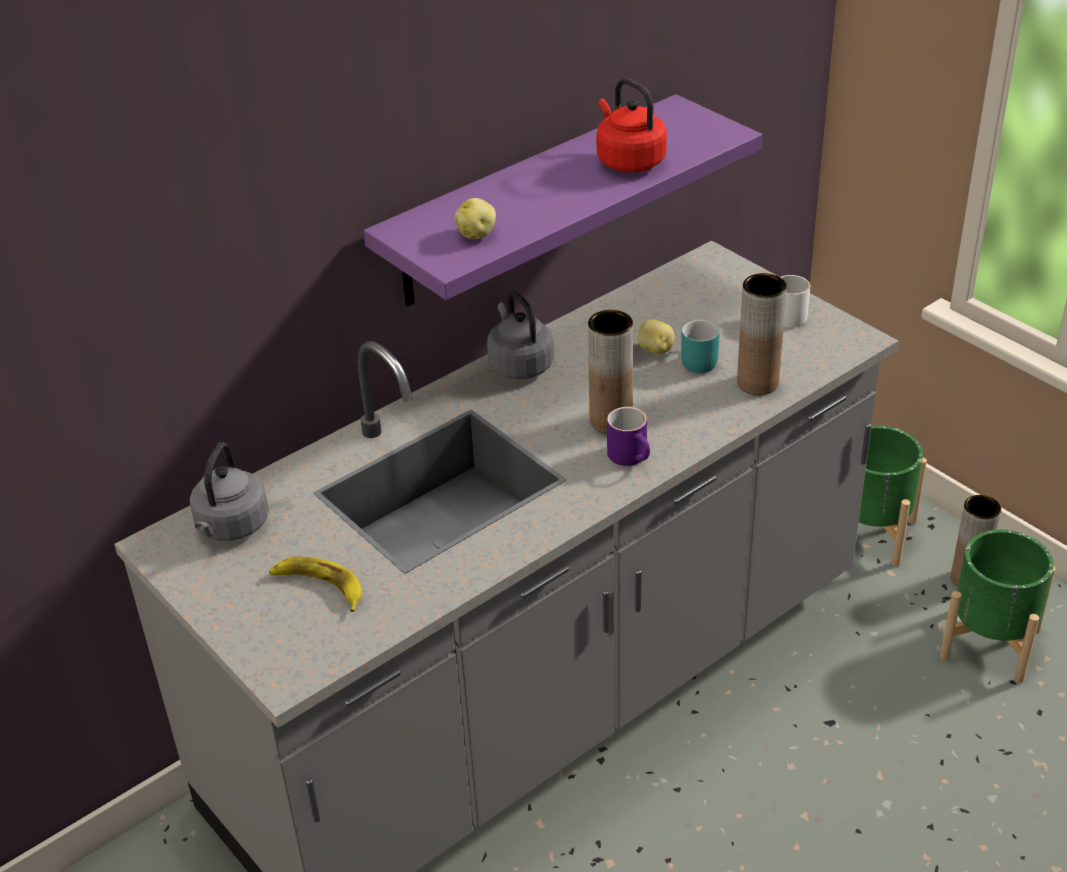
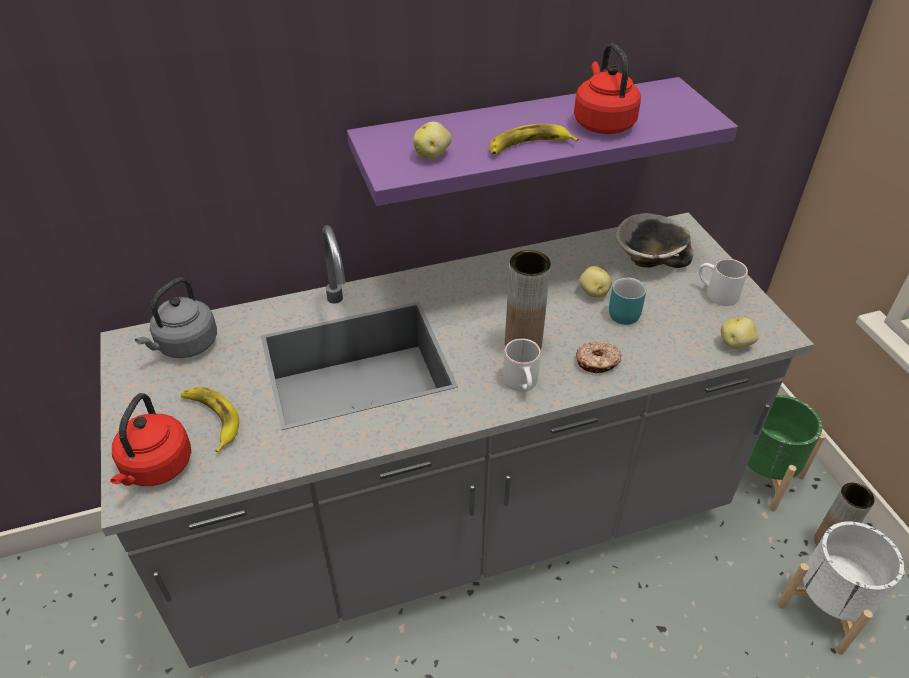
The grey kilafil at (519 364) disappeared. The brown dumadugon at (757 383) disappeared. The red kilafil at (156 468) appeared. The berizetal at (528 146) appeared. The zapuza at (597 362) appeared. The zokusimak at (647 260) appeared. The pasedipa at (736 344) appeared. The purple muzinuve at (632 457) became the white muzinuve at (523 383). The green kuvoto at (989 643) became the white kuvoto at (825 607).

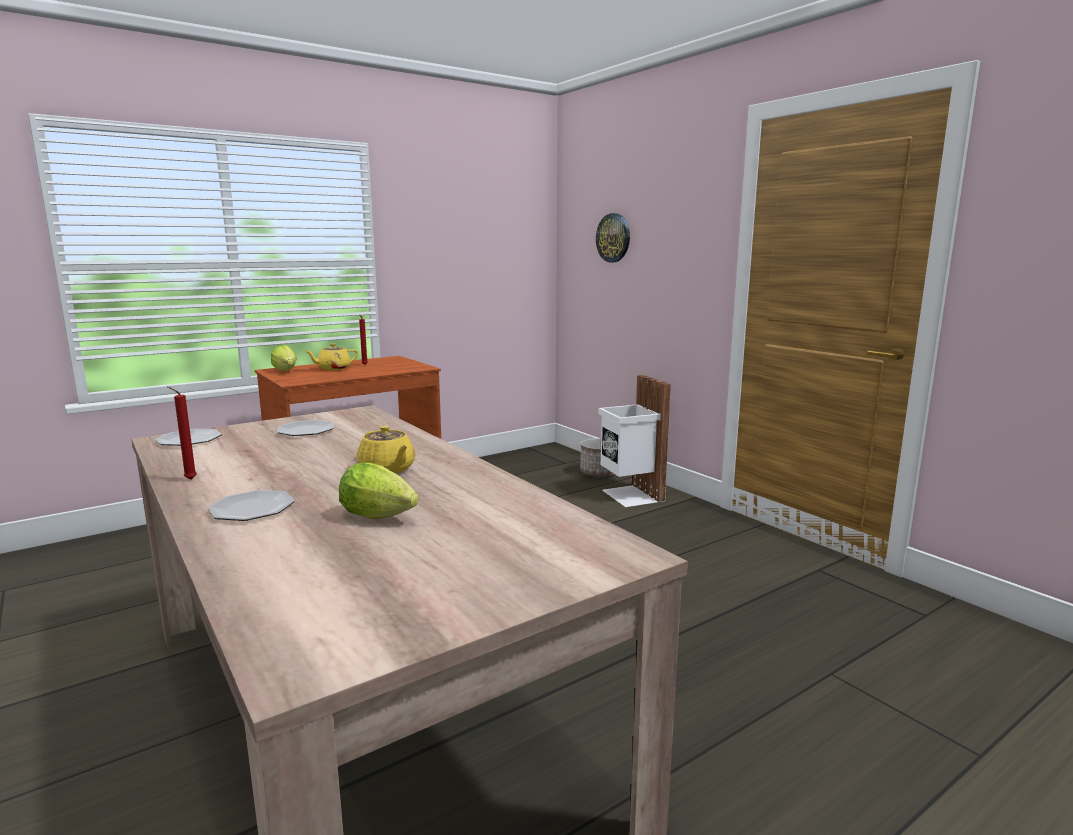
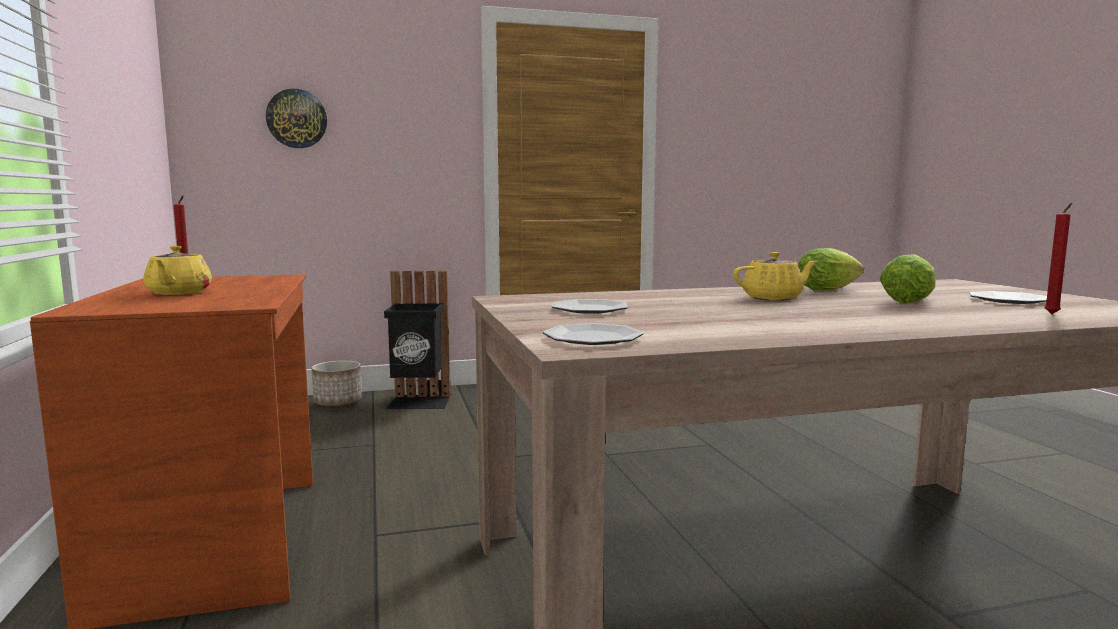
The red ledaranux moved from (188 479) to (1052 314). The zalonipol moved from (253 508) to (1008 300). The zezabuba moved from (286 371) to (830 290). The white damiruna at (630 496) became the black damiruna at (419 402).

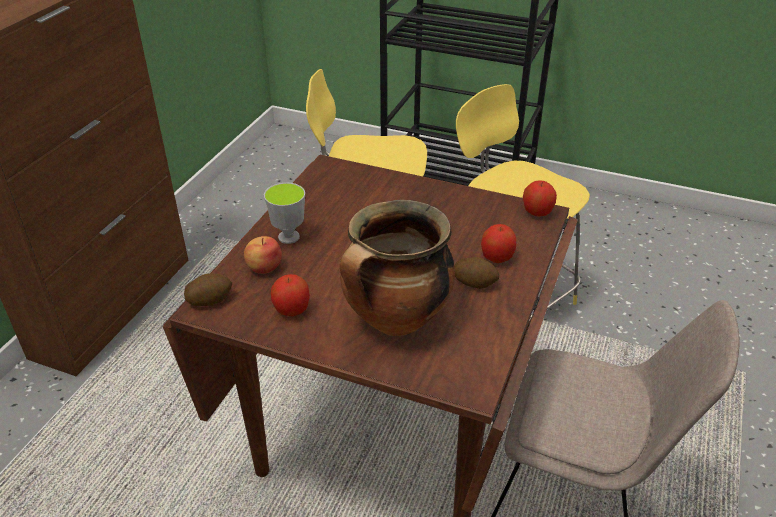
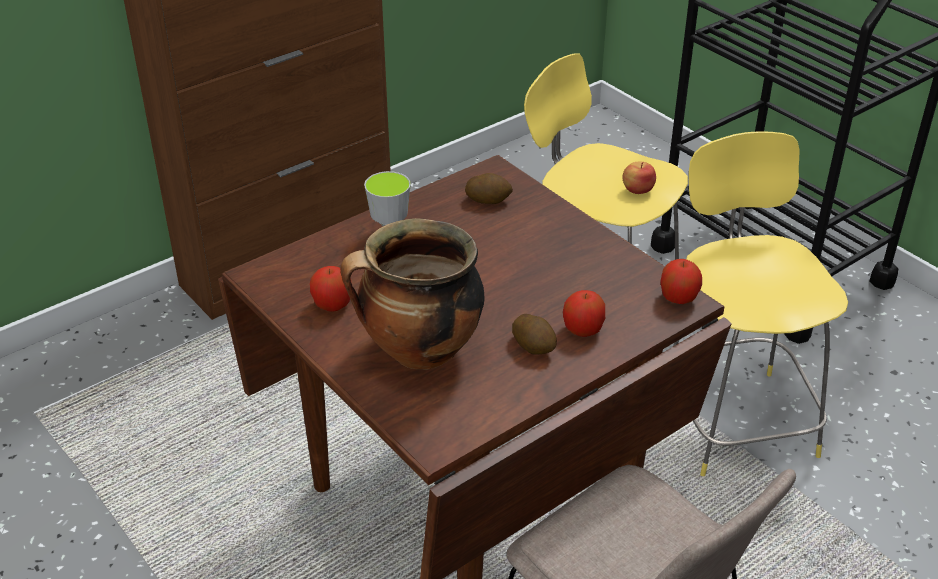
The pasedipa moved from (210 299) to (488 200). The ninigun moved from (264 267) to (637 189).

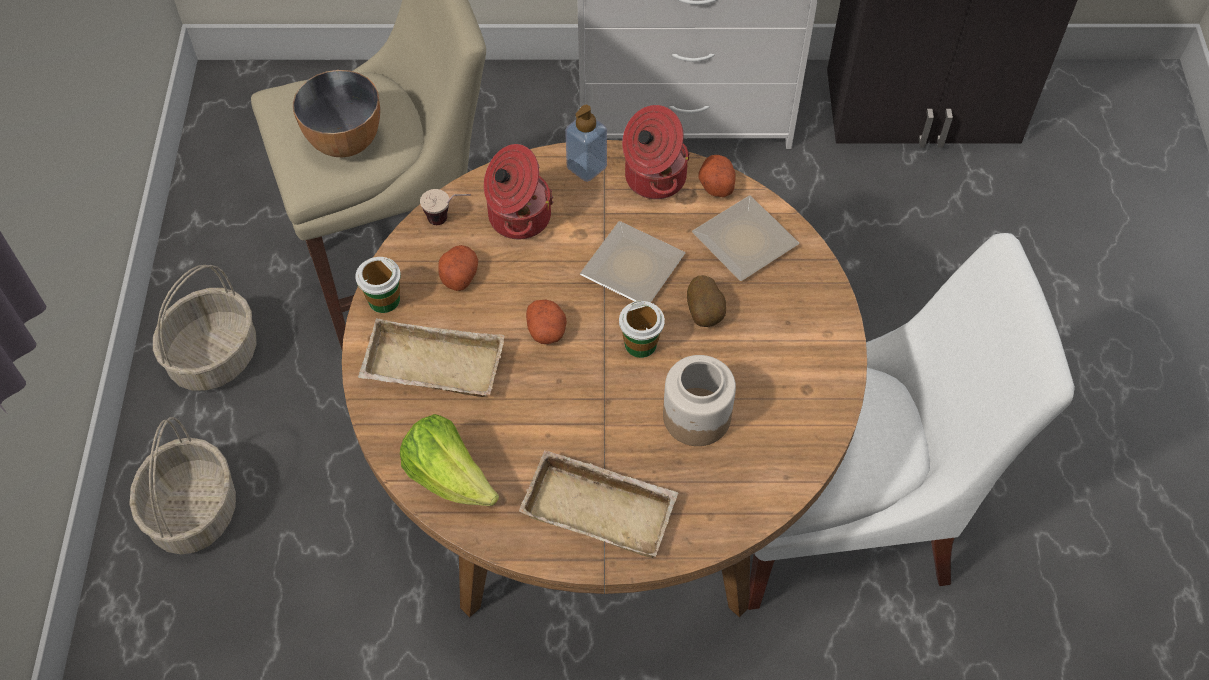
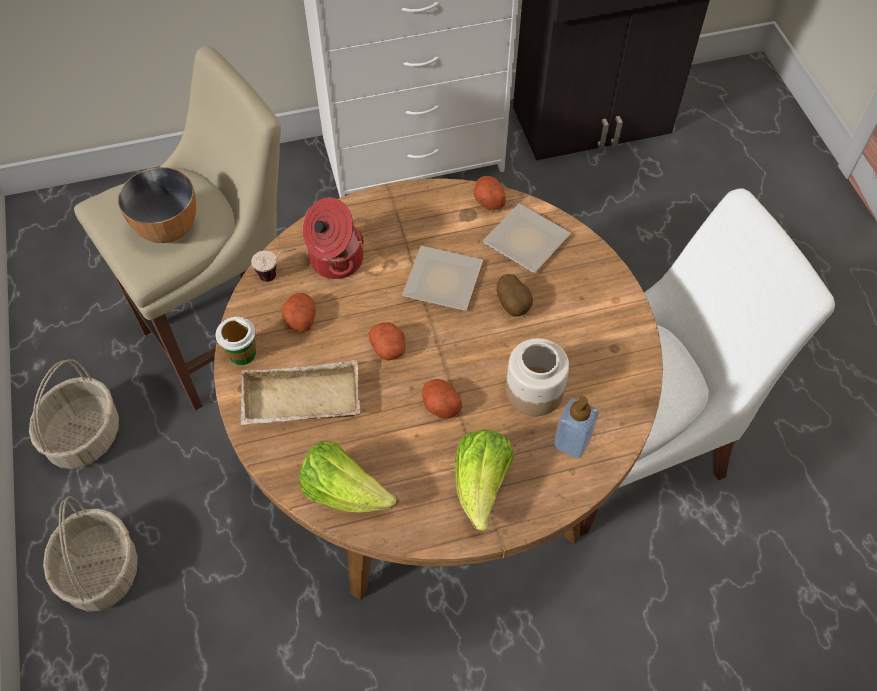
The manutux at (640 344) disappeared. The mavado at (653 178) disappeared. The pasedipa at (440 405) appeared. The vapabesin moved from (586 167) to (572 442). The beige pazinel at (602 507) was replaced by the zezabuba at (481 485).

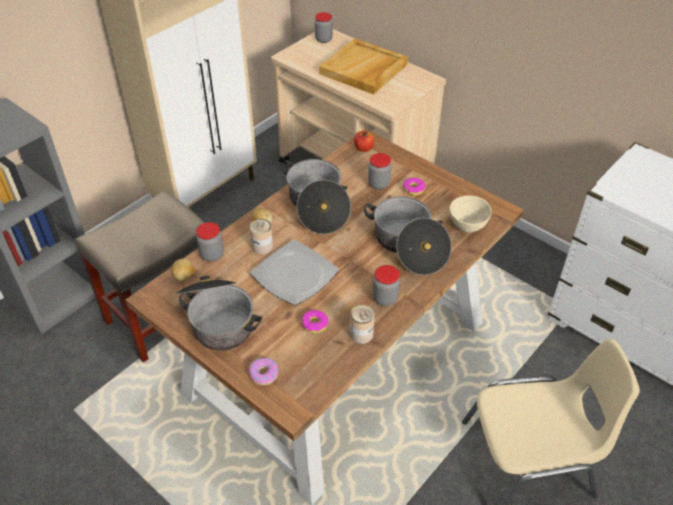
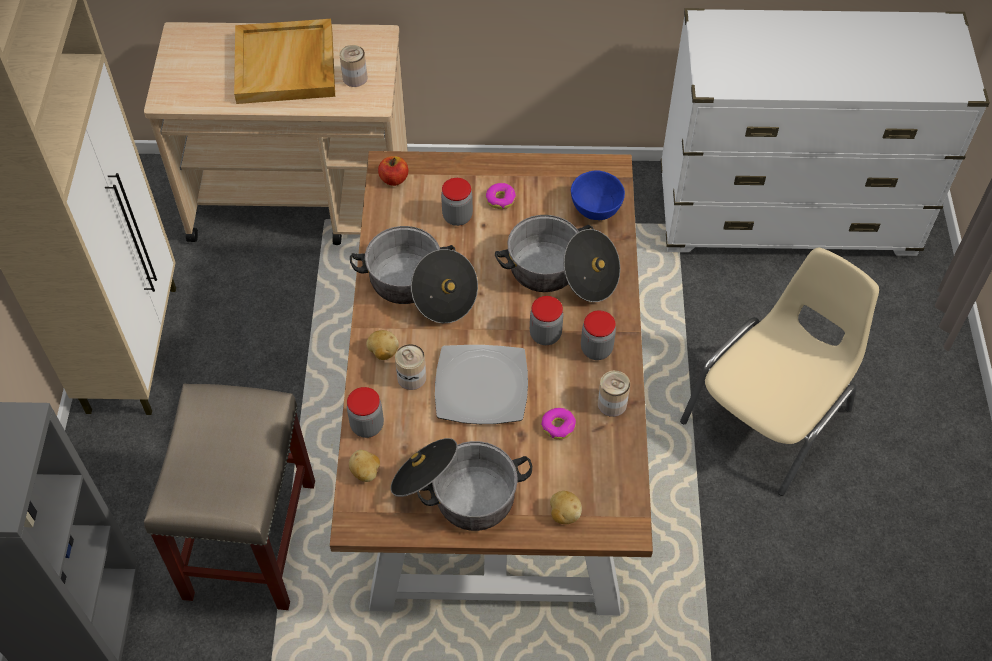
The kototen at (355 78) appeared. The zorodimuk moved from (323 39) to (545 334). The zapuza at (264 374) was replaced by the pasedipa at (564 514). The beige zokusimak at (467 225) became the blue zokusimak at (595 209).

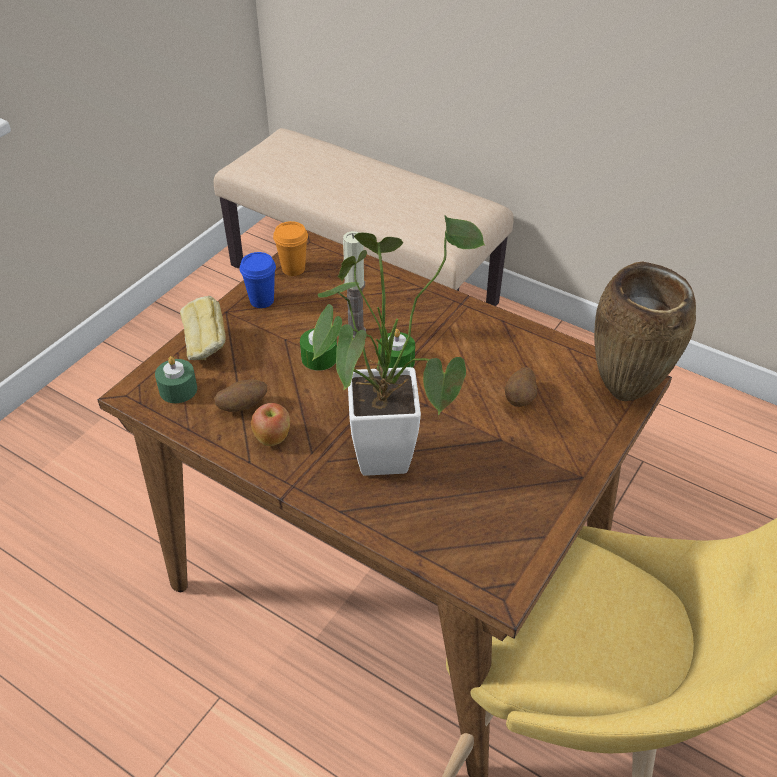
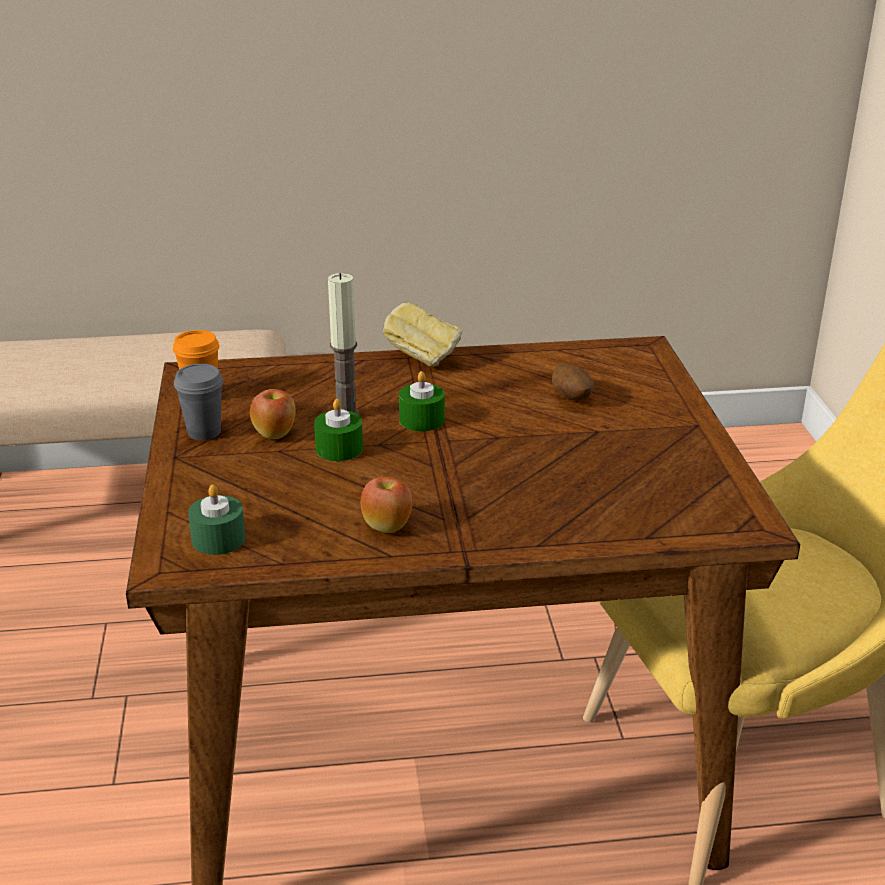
The pasedipa at (243 406) disappeared. The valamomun at (383 446) disappeared. The brown dumadugon at (626 394) disappeared. The ninigun at (275 434) appeared. The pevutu moved from (206 347) to (422 358). The blue manutux at (261 300) became the grey manutux at (204 432).

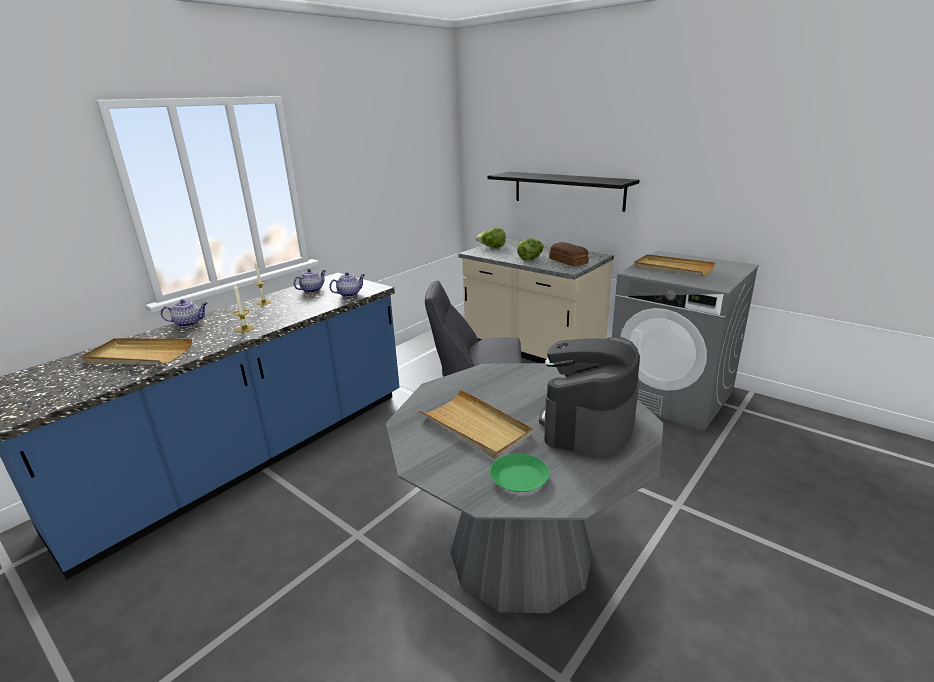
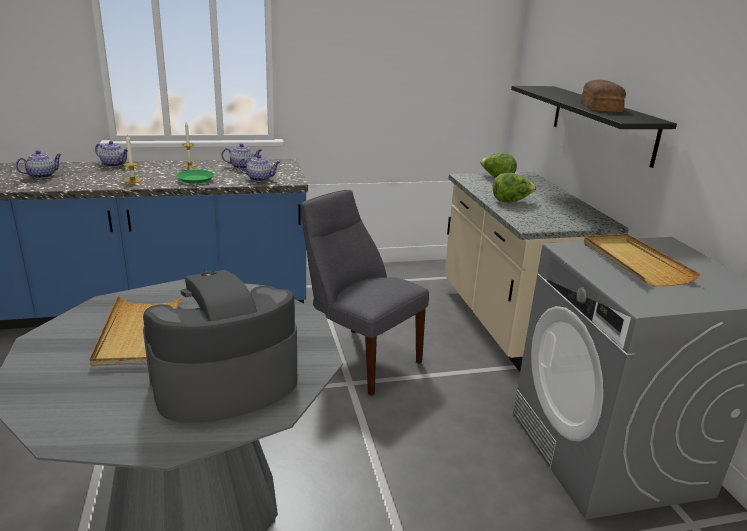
The green zalonipol moved from (519 478) to (195 179). The pevutu moved from (568 261) to (601 106). The beige pazinel at (138 355) was replaced by the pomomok at (42 176).

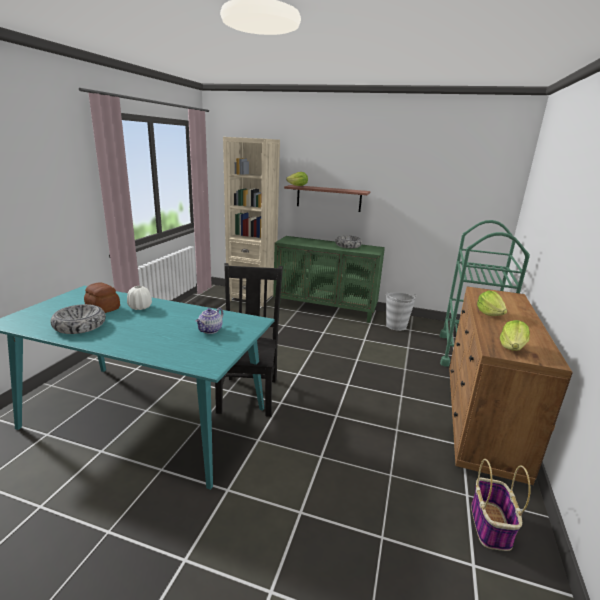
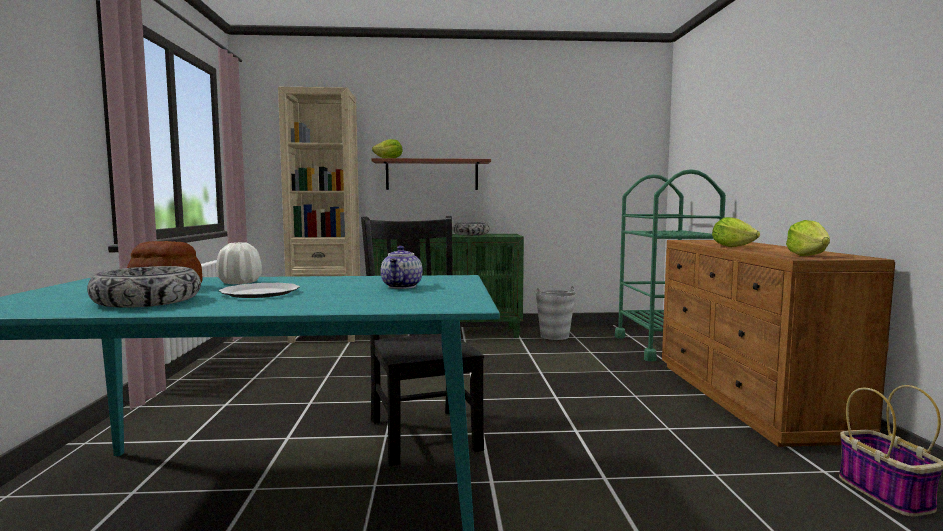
The zalonipol at (259 293) appeared.

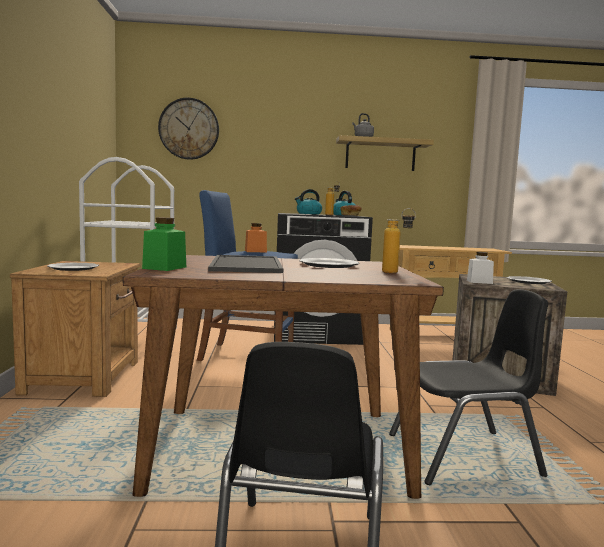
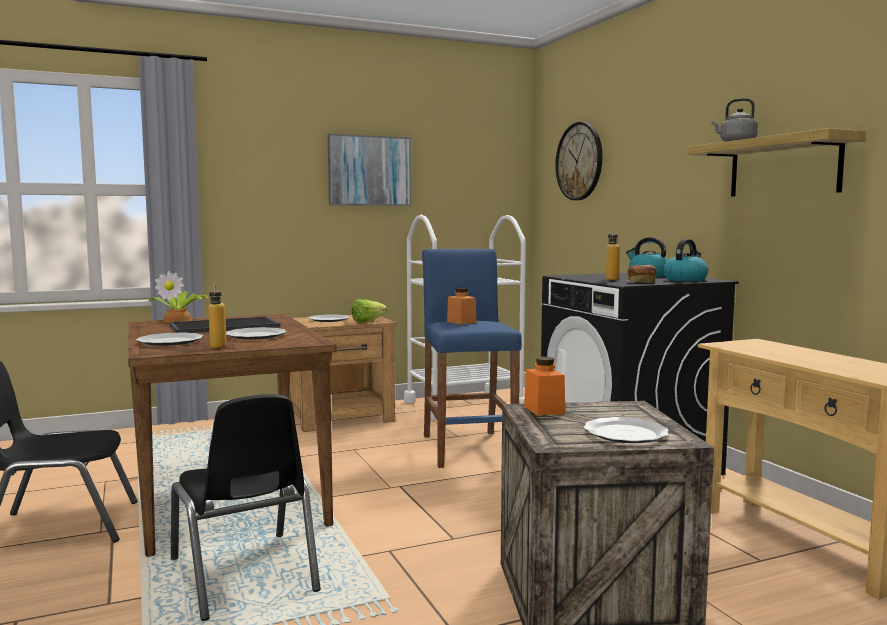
The zalonipol at (170 341) appeared. The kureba at (369 171) appeared. The zezabuba at (370 321) appeared. The green zorodimuk at (164 268) was replaced by the valamomun at (179 320). The white zorodimuk at (479 282) became the orange zorodimuk at (544 409).

